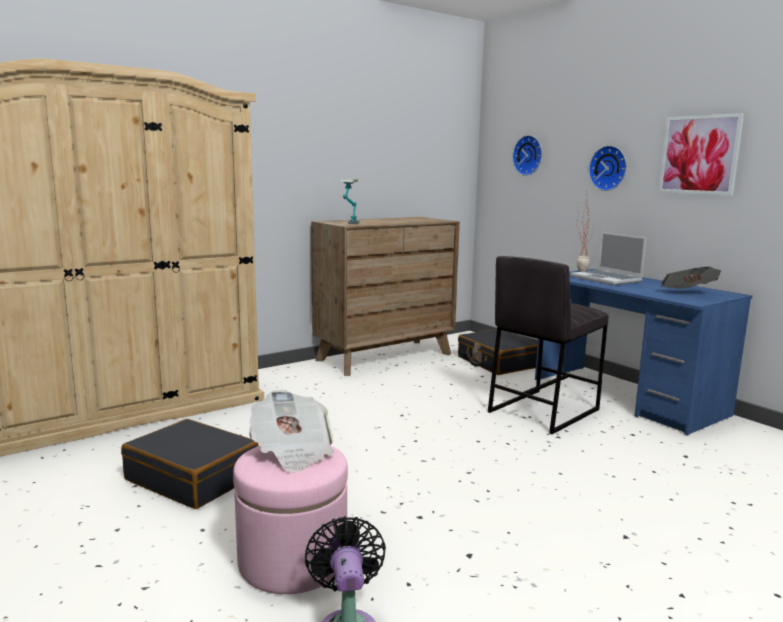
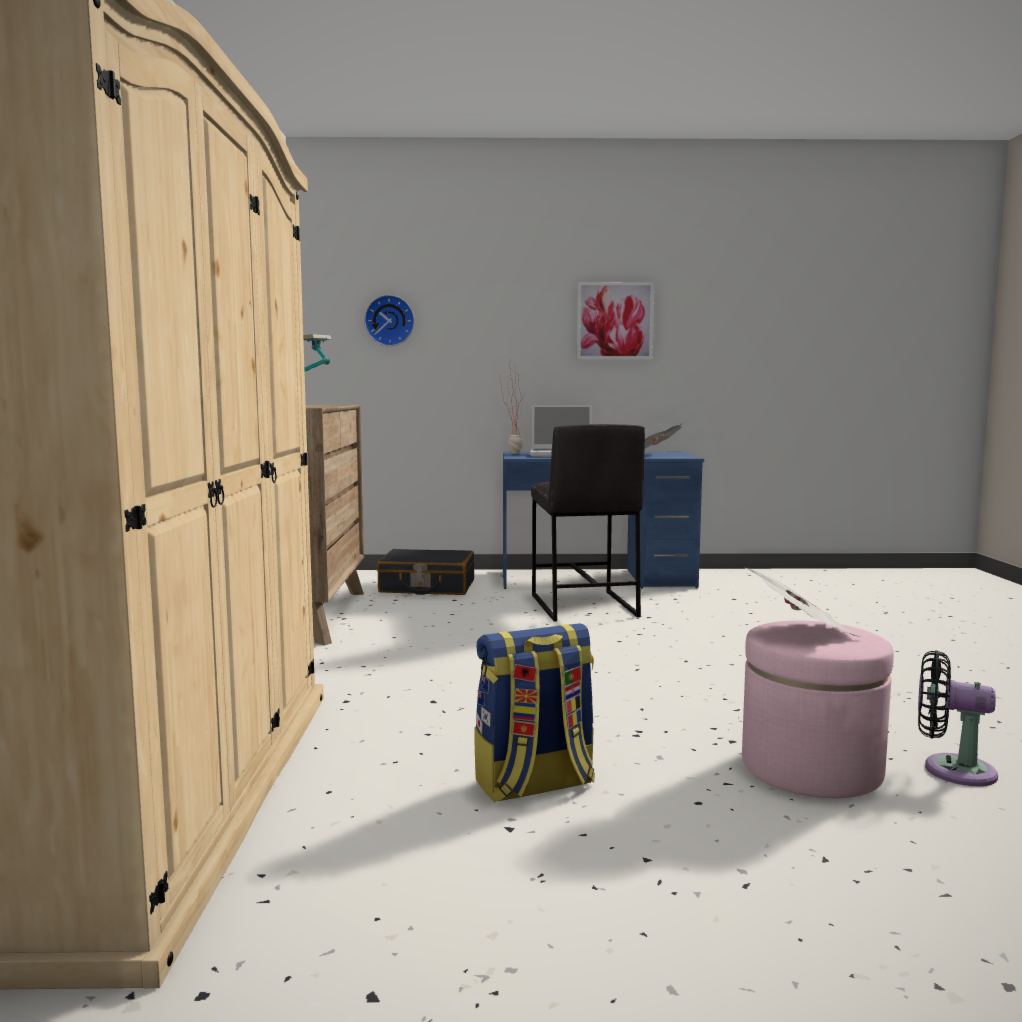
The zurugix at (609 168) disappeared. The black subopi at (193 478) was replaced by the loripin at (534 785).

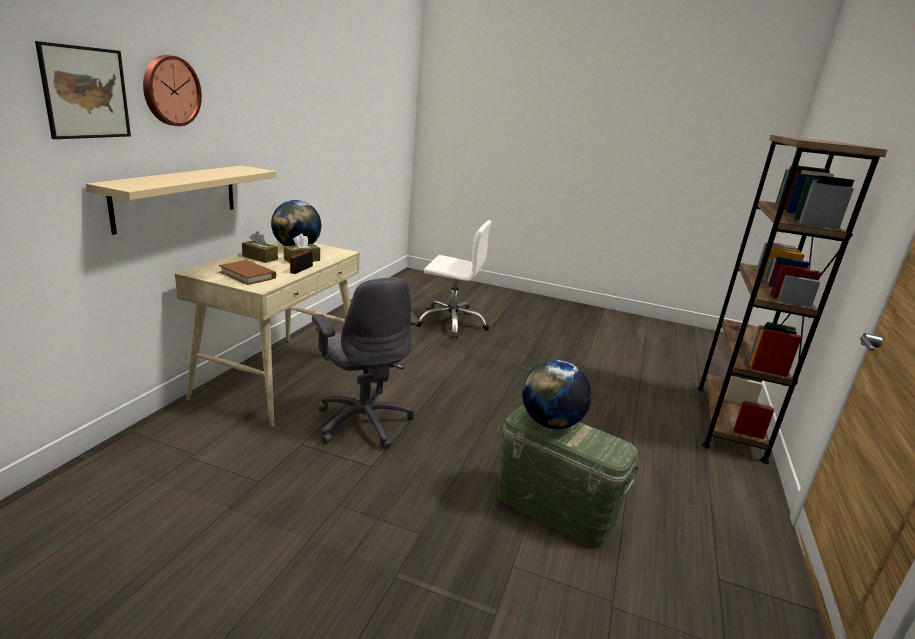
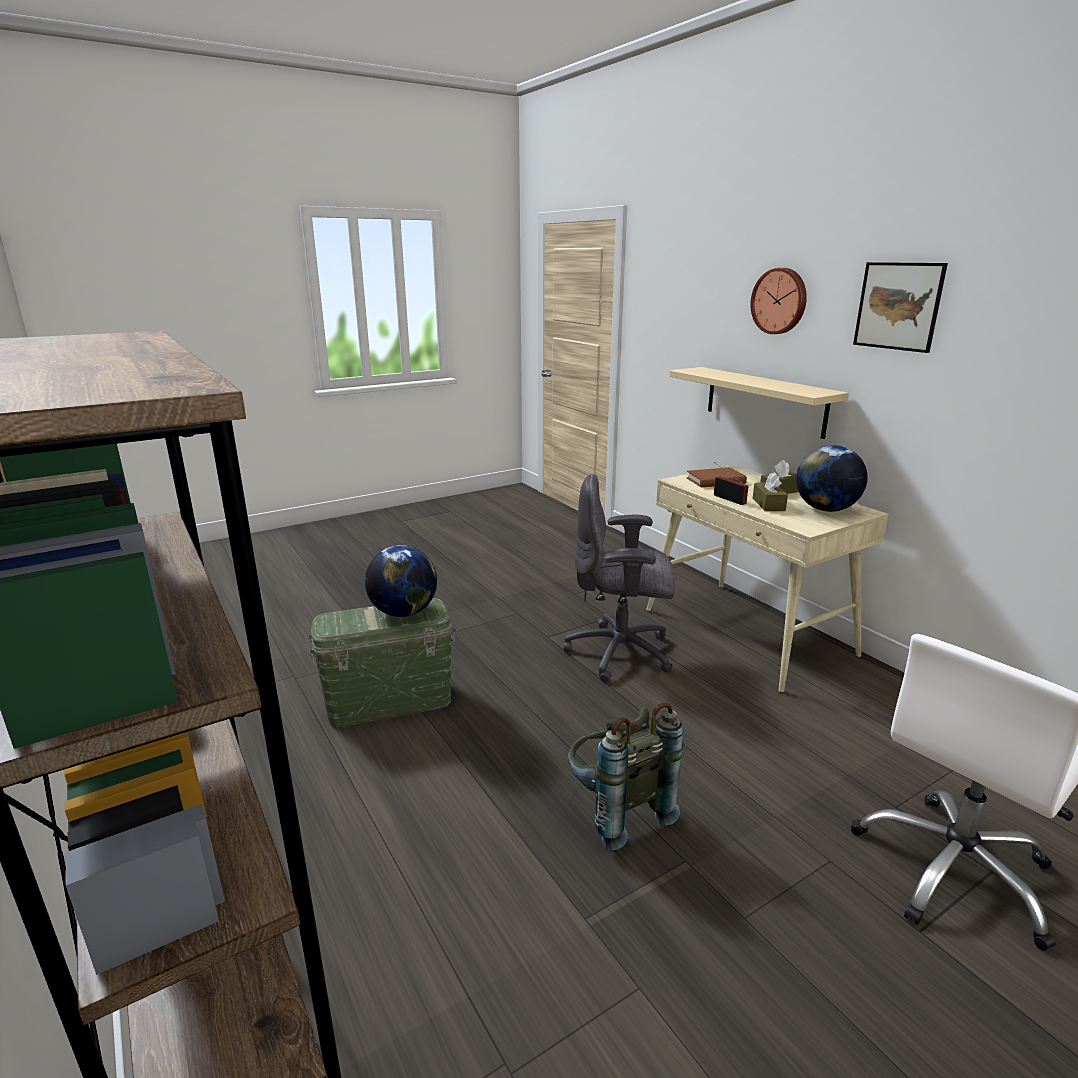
The grey loripin at (615 810) appeared. The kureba moved from (85 93) to (898 306).

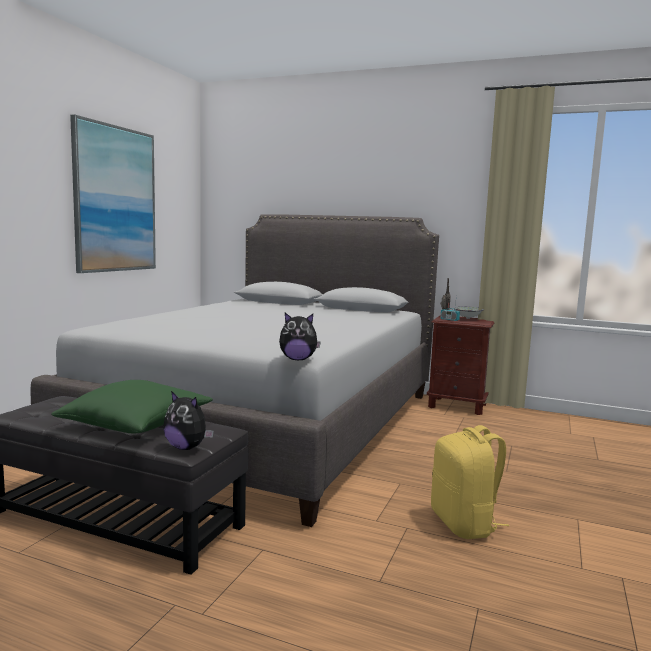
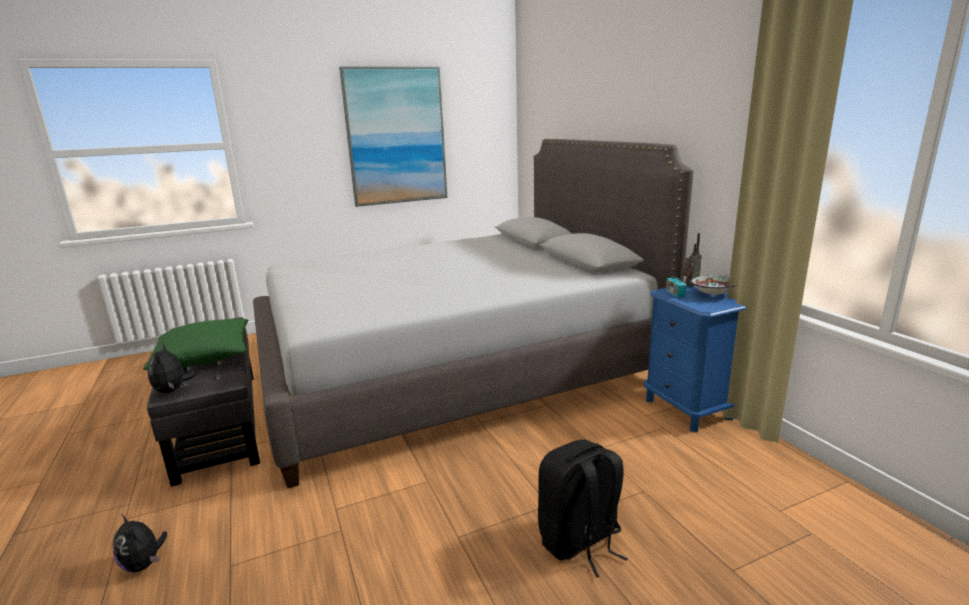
The yellow loripin at (464 524) disappeared. The black loripin at (580 541) appeared. The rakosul moved from (298 359) to (144 564). The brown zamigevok at (457 406) became the blue zamigevok at (688 409).

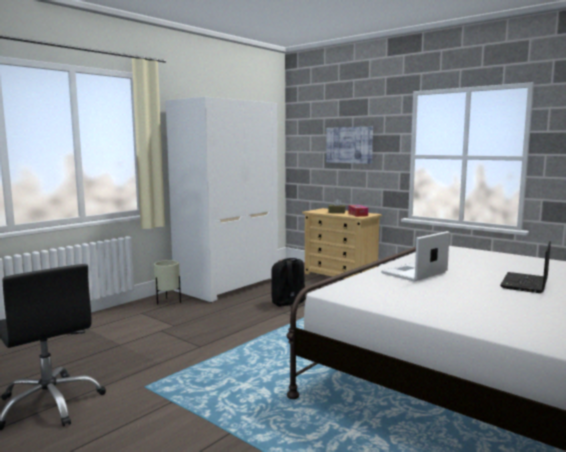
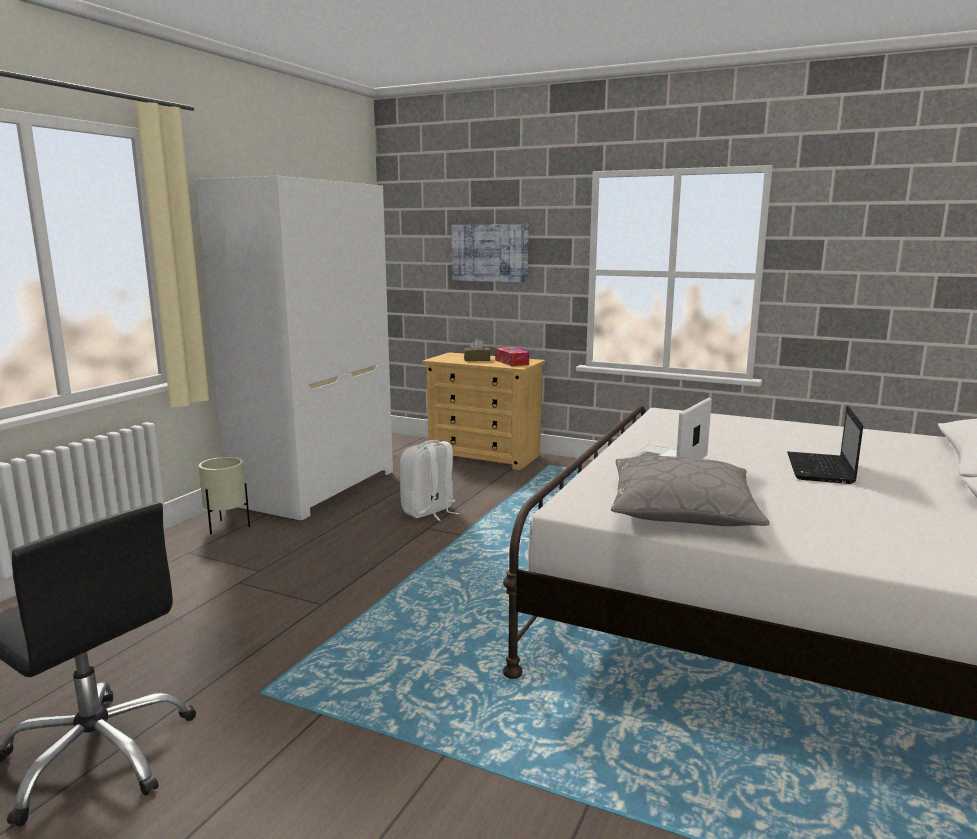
The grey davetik at (682 509) appeared. The black loripin at (288 303) became the white loripin at (429 511).

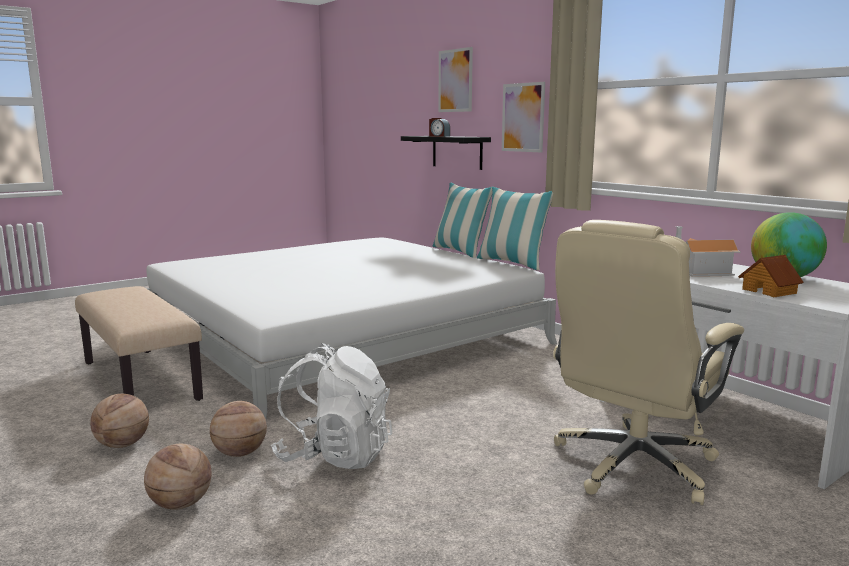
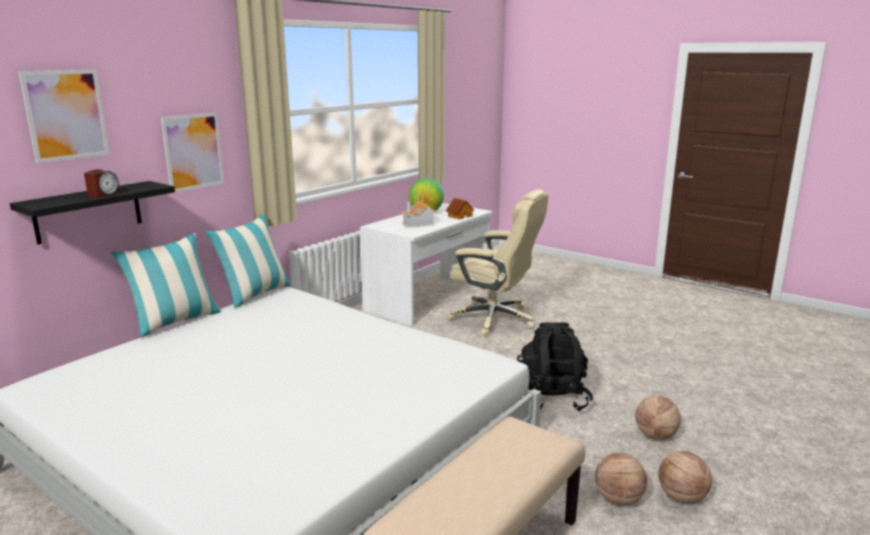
The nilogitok moved from (240 453) to (681 497). The white loripin at (335 455) became the black loripin at (552 398).

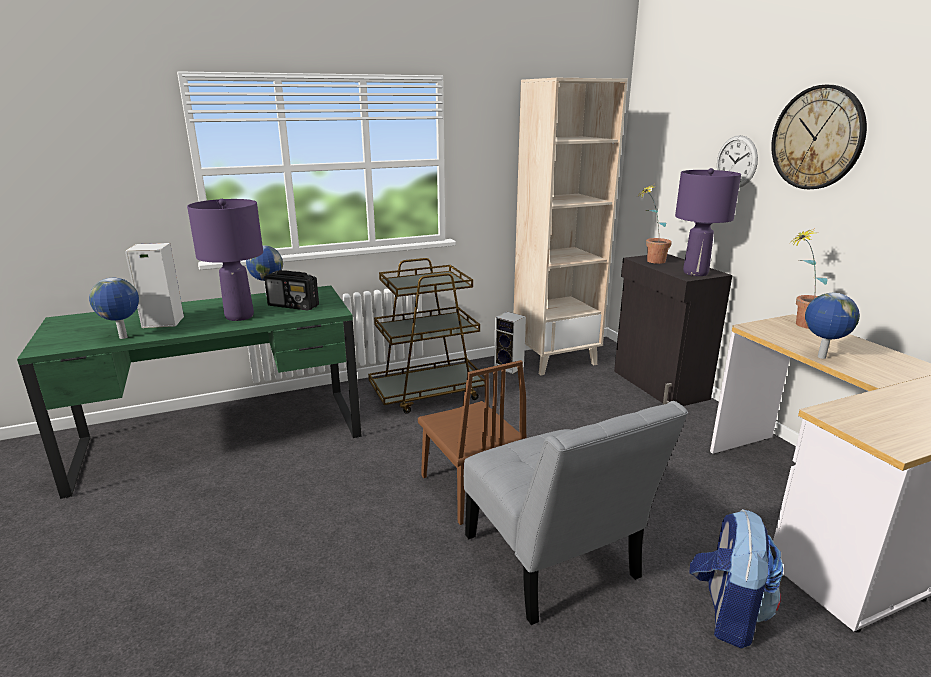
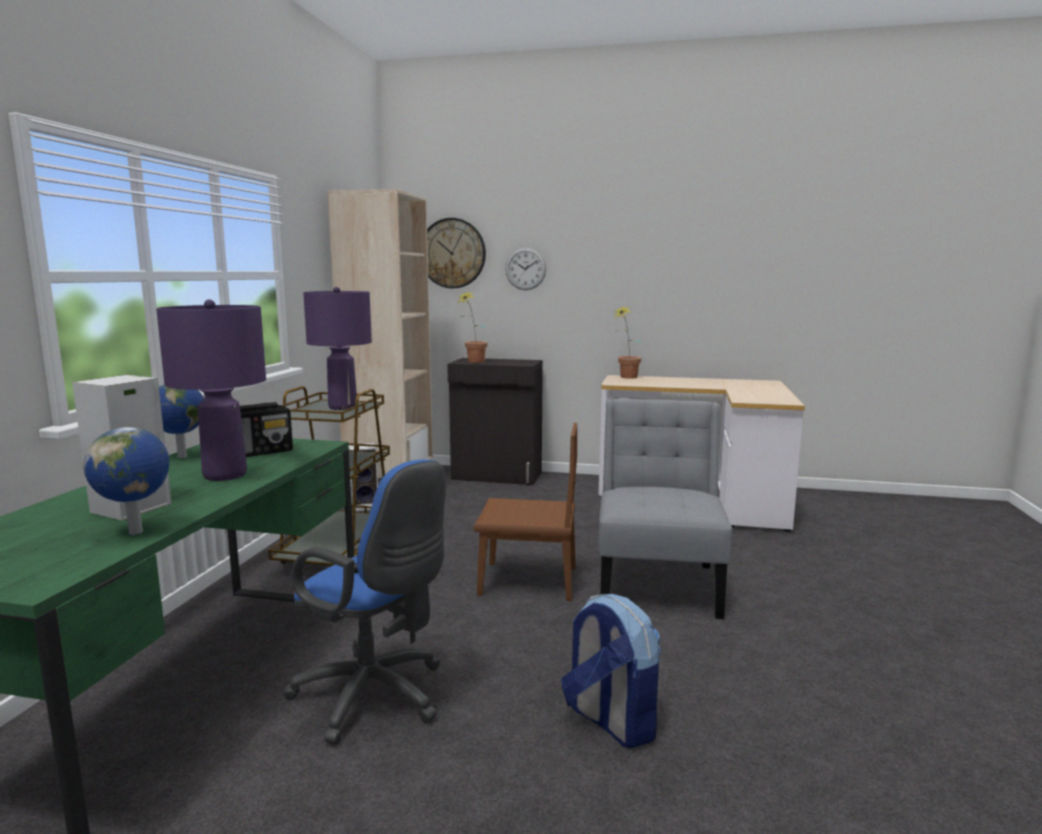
The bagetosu at (821 357) disappeared. The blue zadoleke at (376 698) appeared. The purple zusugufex moved from (695 273) to (342 407). The loripin moved from (727 613) to (610 721). The zurugix moved from (817 138) to (452 253). The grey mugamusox at (554 563) turned 90 degrees counterclockwise.

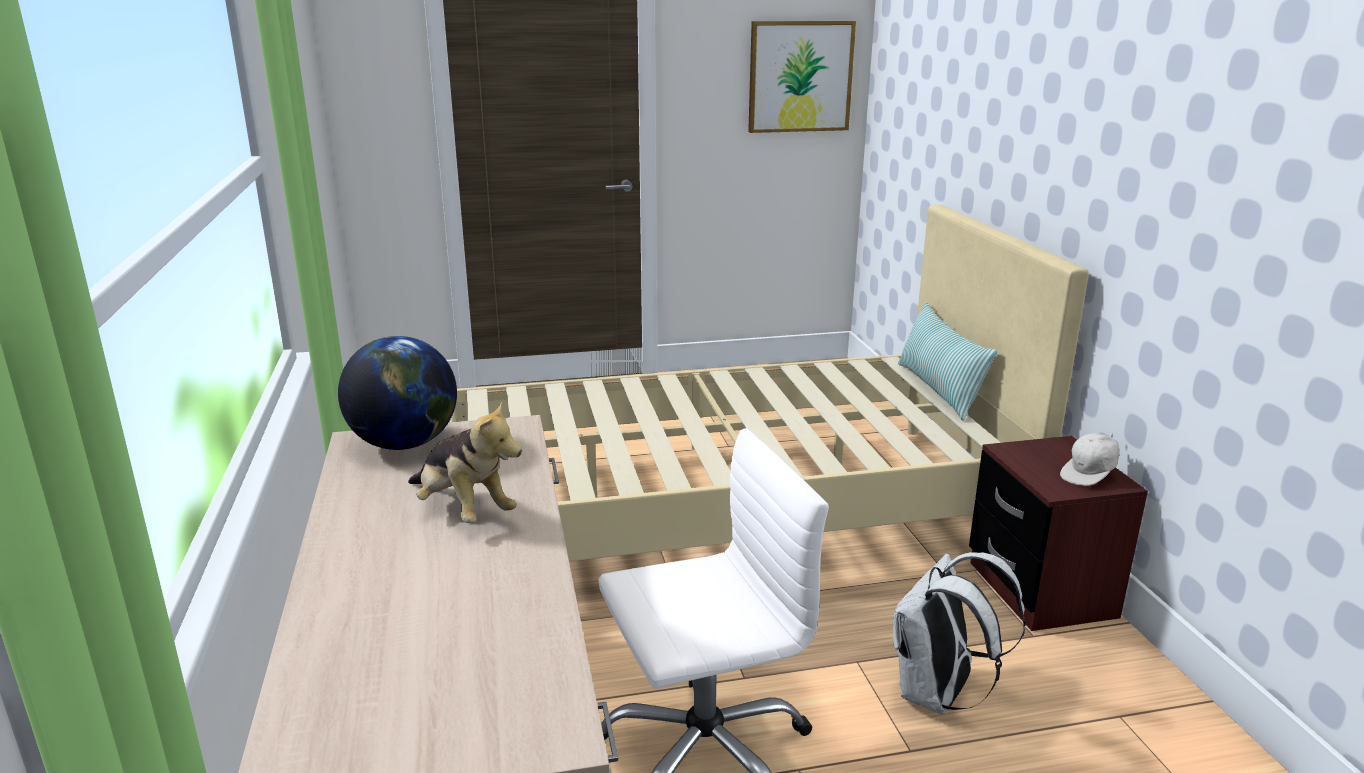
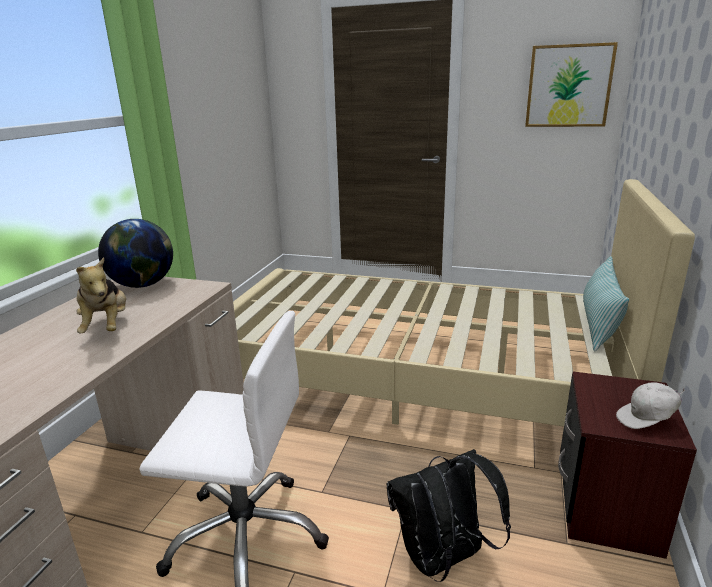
The white loripin at (938 695) became the black loripin at (443 560).

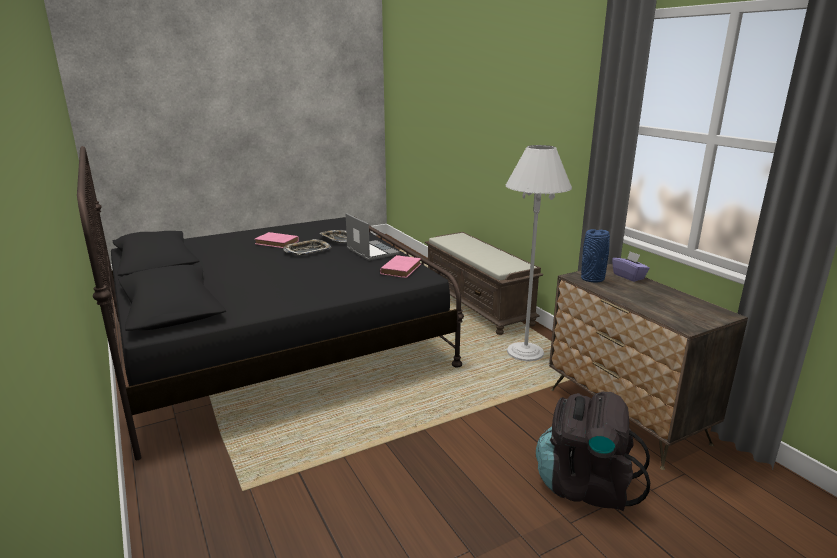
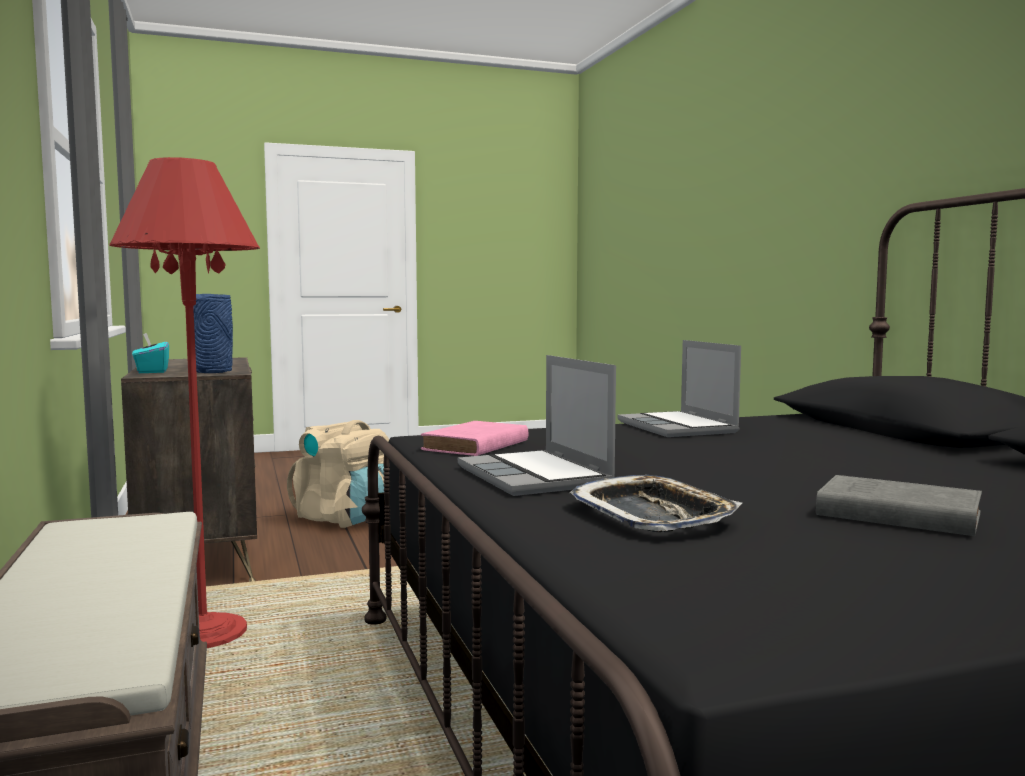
The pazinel at (307 250) disappeared. The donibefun at (678 427) appeared. The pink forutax at (278 243) became the grey forutax at (893 514). The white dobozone at (525 352) became the red dobozone at (204 634). The black loripin at (585 485) became the beige loripin at (345 519). The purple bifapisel at (629 276) became the turquoise bifapisel at (152 371).

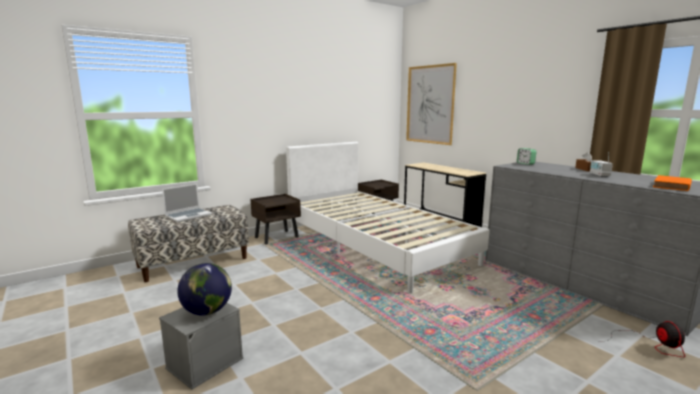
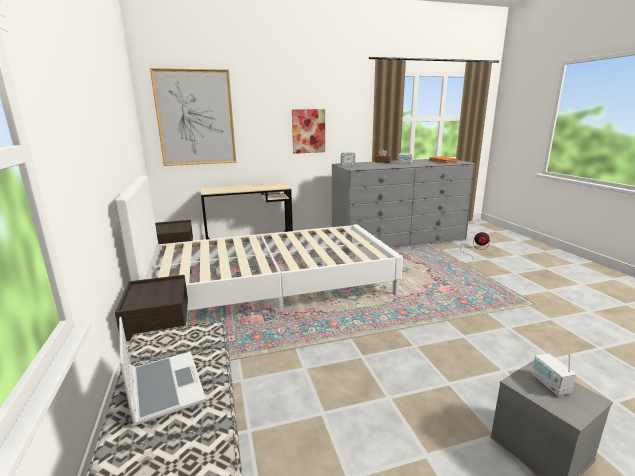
The kureba at (308 131) appeared. The bagetosu at (207 312) was replaced by the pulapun at (550 384).

